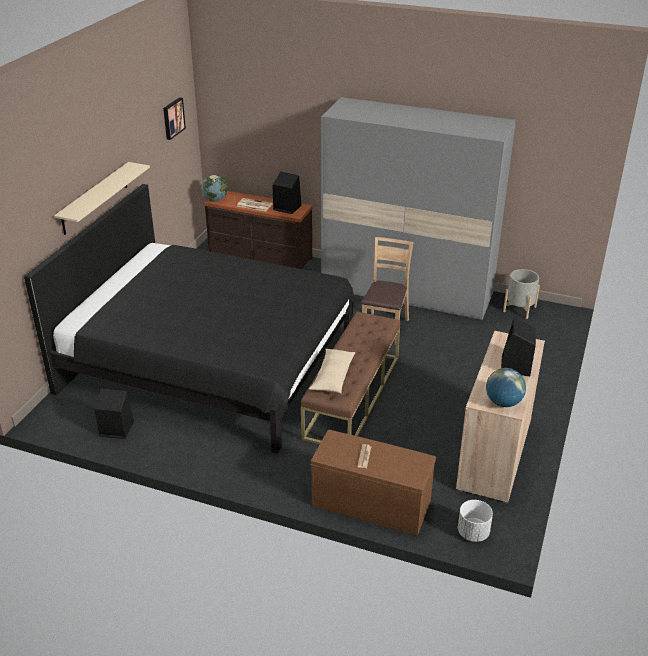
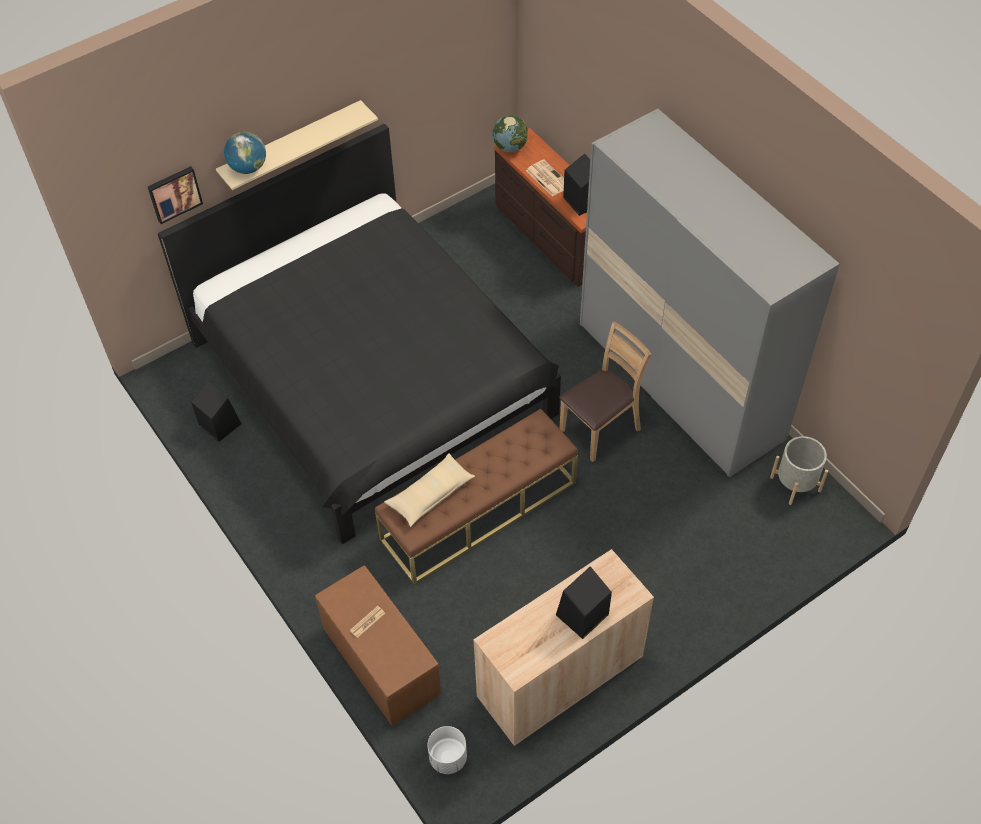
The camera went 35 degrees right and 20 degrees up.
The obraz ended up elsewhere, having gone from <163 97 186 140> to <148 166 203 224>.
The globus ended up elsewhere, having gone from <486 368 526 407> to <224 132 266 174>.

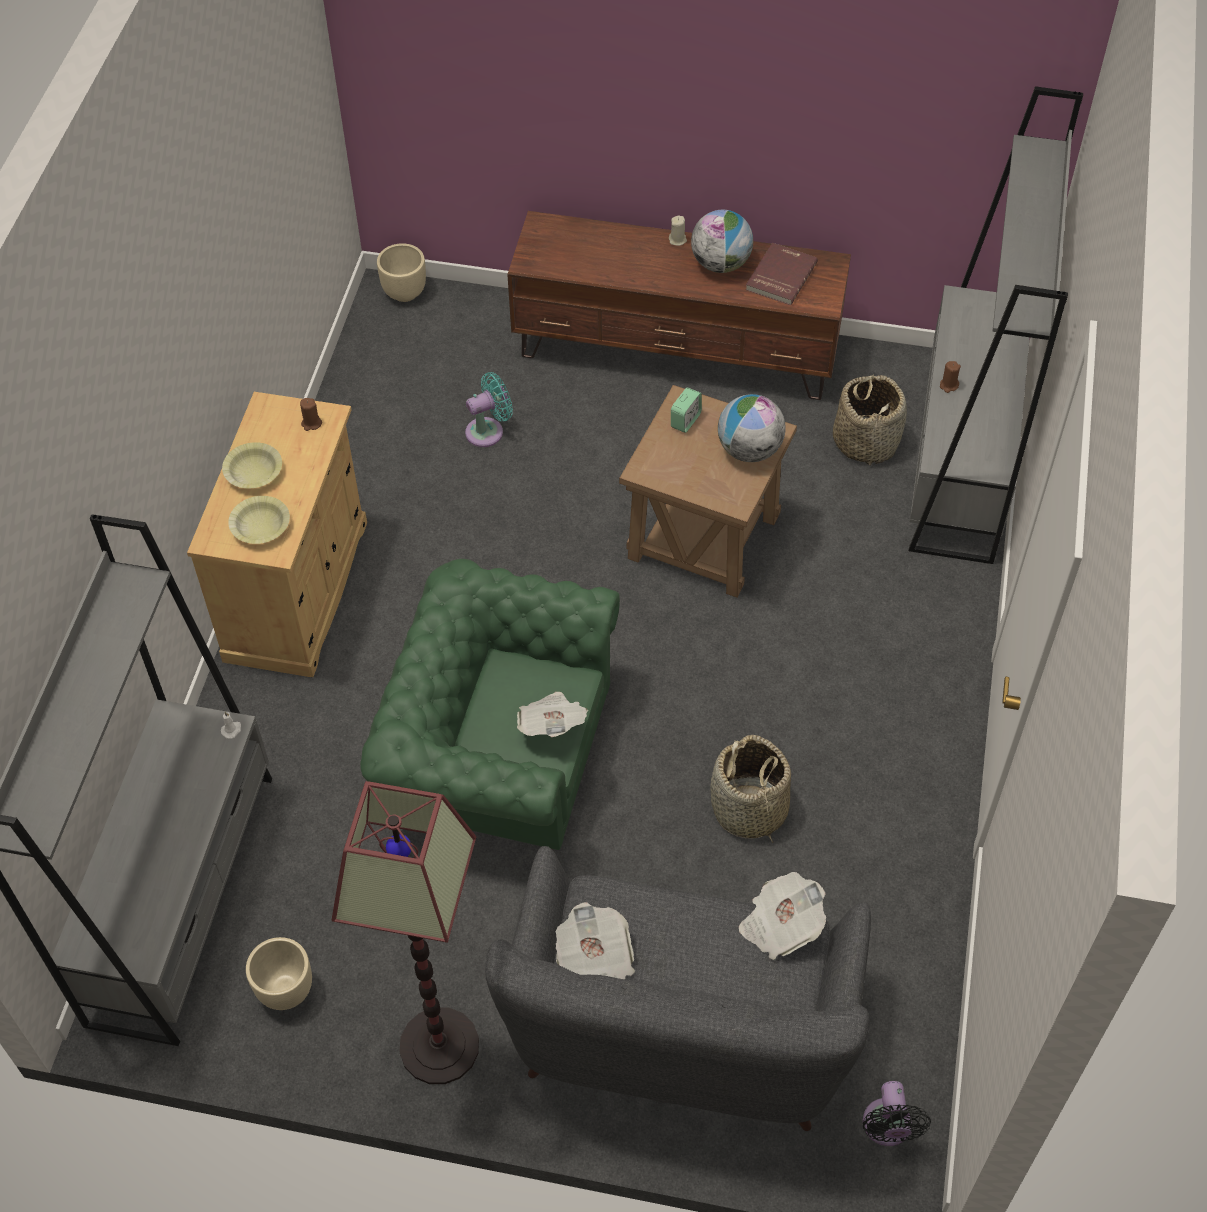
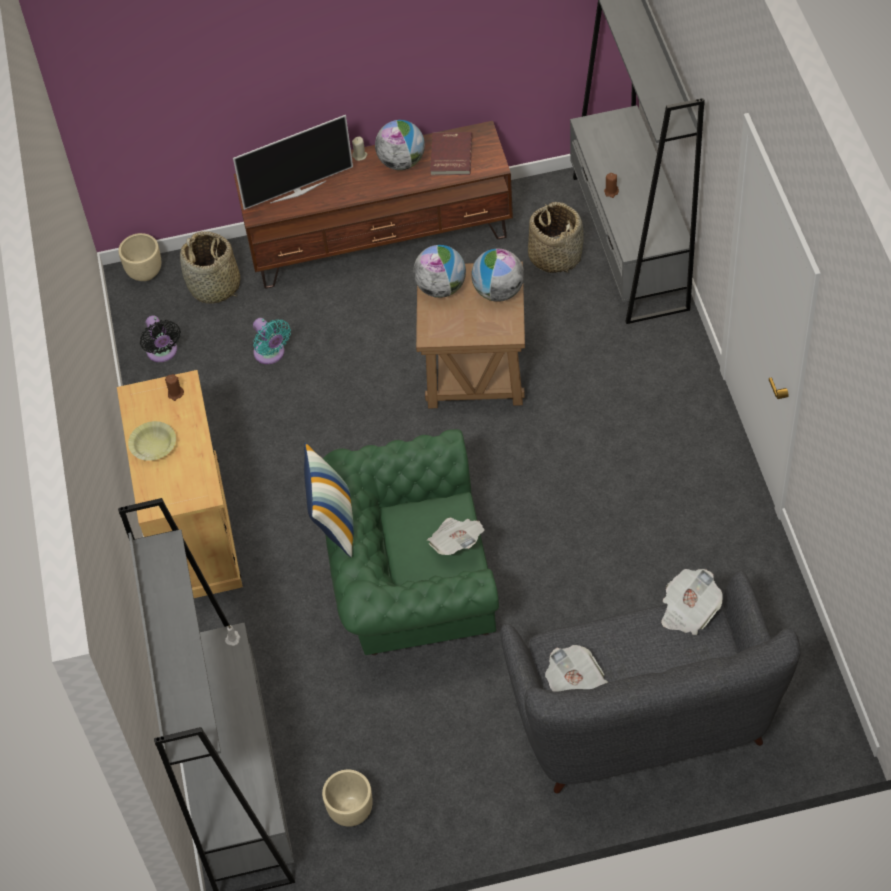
The camera went 20 degrees left and 0 degrees up.
The second view lost the miska (żółty) at <228 496 290 544>.
The second view lost the lampa stojąca at <332 781 479 1084>.
The second view gained the telewizor at <233 115 353 210>.
The second view gained the poduszka at <304 443 354 557>.
The koszyk ended up elsewhere, having gone from <710 735 791 843> to <180 231 240 304>.
The wentylator (czarny) ended up elsewhere, having gone from <863 1081 931 1146> to <140 315 181 362>.
Where the budzik stood at <671 387 702 433>, the globus came to stand at <413 245 466 298>.
The wentylator (turkusowy) at <465 372 513 447> ended up facing another way, 105 degrees clockwise from before.

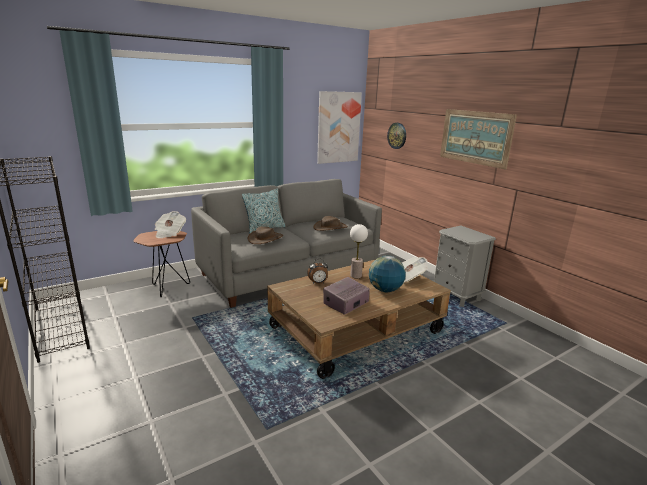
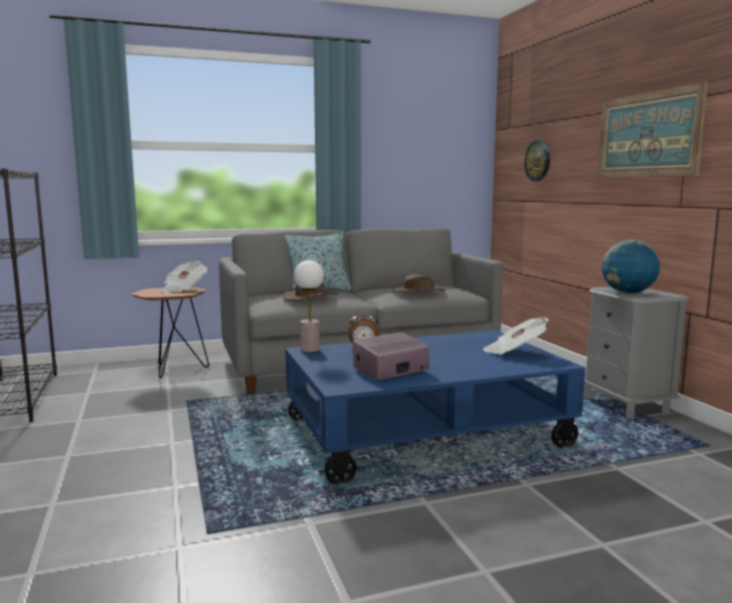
The camera went 15 degrees right and 10 degrees down.
The second view lost the obraz at <317 91 362 164>.
The lampa stołowa ended up elsewhere, having gone from <350 224 368 278> to <294 260 324 352>.
The globus ended up elsewhere, having gone from <369 255 406 292> to <602 240 660 294>.
What was the ława (brązowy) at <267 259 451 379> turned into the ława (niebieski) at <285 330 586 484>.

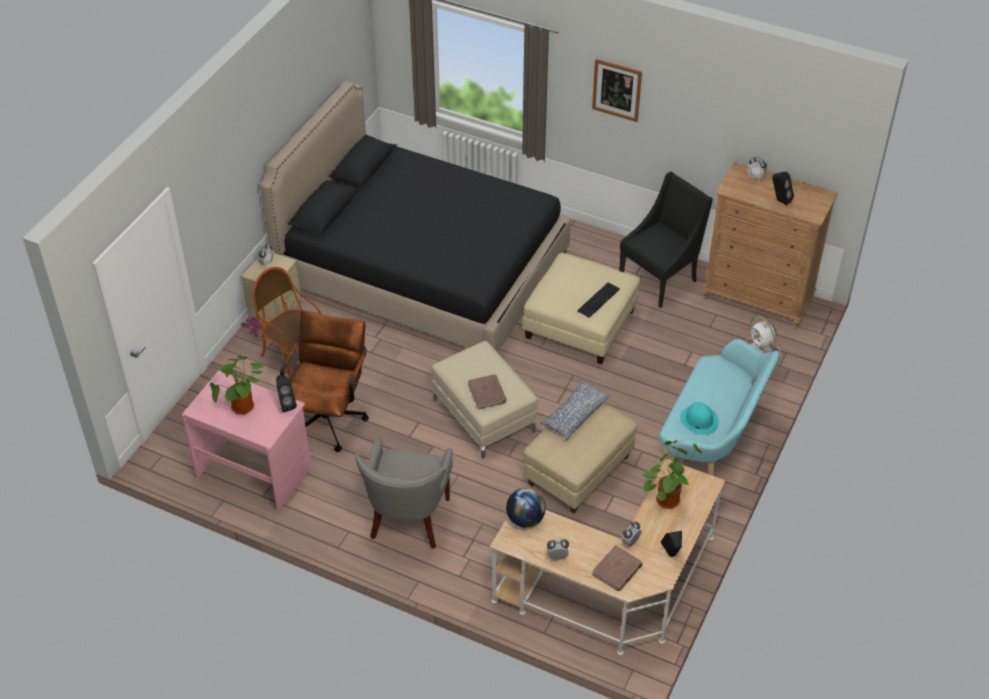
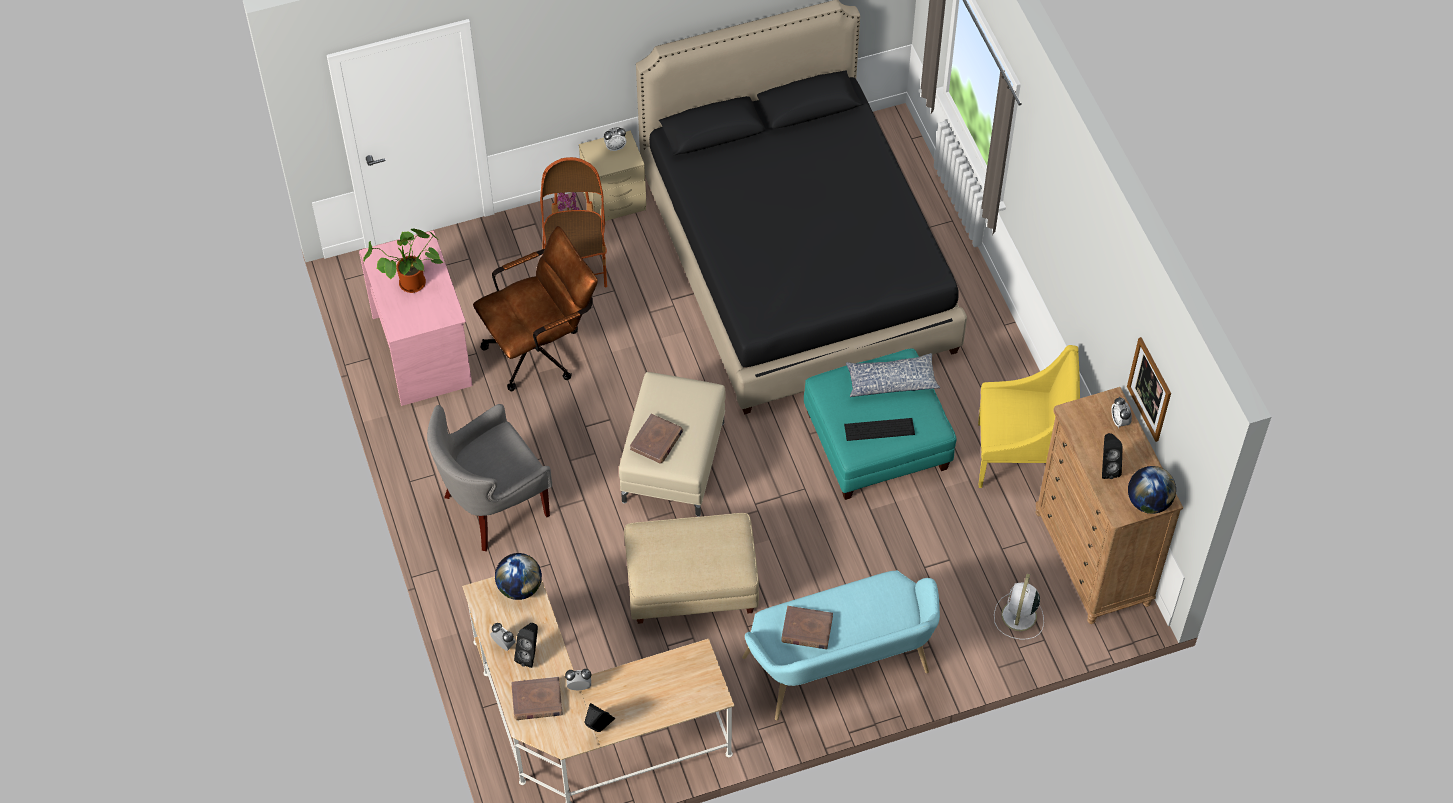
The camera went 45 degrees right and 10 degrees up.
The second view lost the roślina doniczkowa at <642 440 702 509>.
The second view gained the globus at <1128 466 1176 514>.
The głośnik (czarny) ended up elsewhere, having gone from <276 375 297 412> to <514 623 538 668>.
The poduszka ended up elsewhere, having gone from <540 380 610 440> to <846 353 940 397>.
The obraz ended up elsewhere, having gone from <592 59 642 122> to <1127 337 1171 442>.
Where the kapelusz (turkusowy) stood at <680 402 719 435>, the książka (brązowy) came to stand at <781 606 833 649>.
What was the pufa (beżowy) at <522 253 640 365> turned into the pufa (turkusowy) at <804 348 956 500>.
What was the fotel (czarny) at <619 172 713 308> turned into the fotel (żółty) at <978 345 1080 488>.

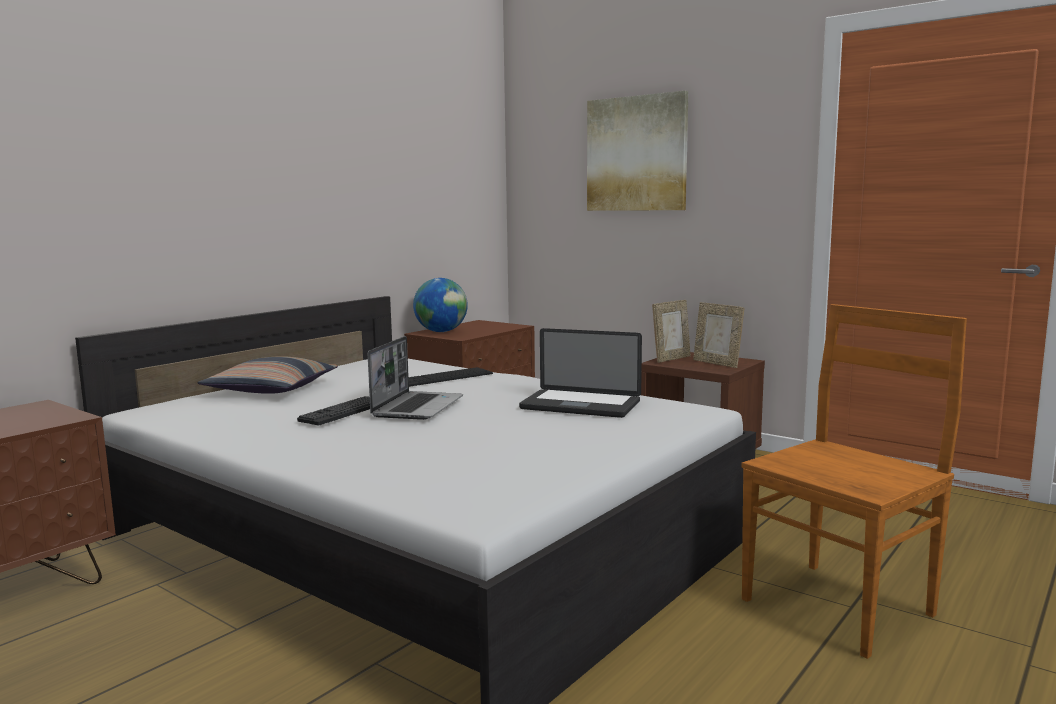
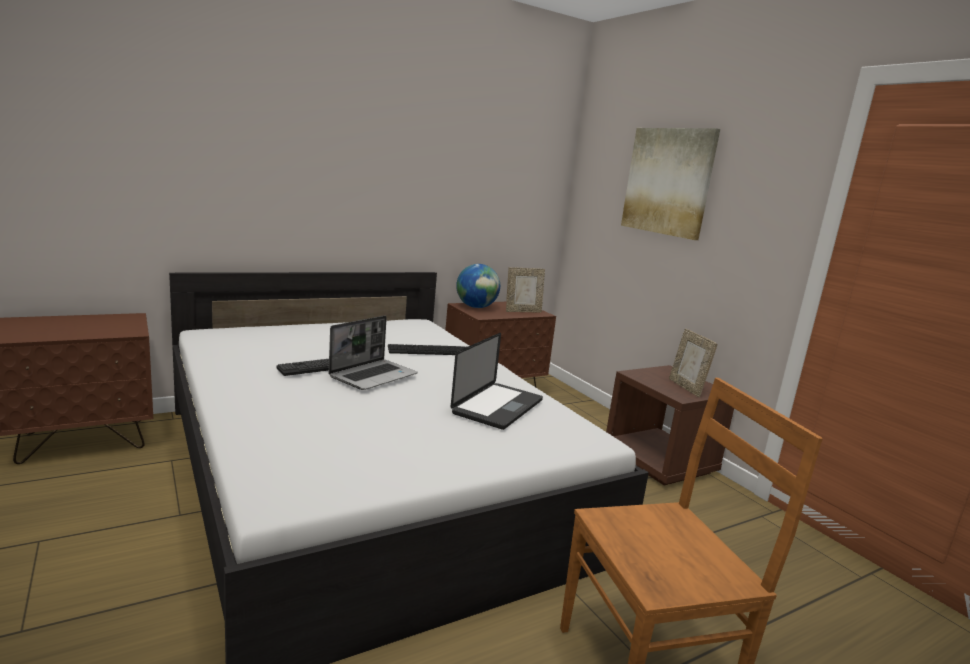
The camera went 20 degrees right and 5 degrees up.
The second view lost the poduszka at <197 356 338 394>.
The ramka na zdjęcie ended up elsewhere, having gone from <652 300 691 363> to <506 267 545 313>.
The laptop at <519 328 642 418> ended up facing another way, 105 degrees counterclockwise from before.

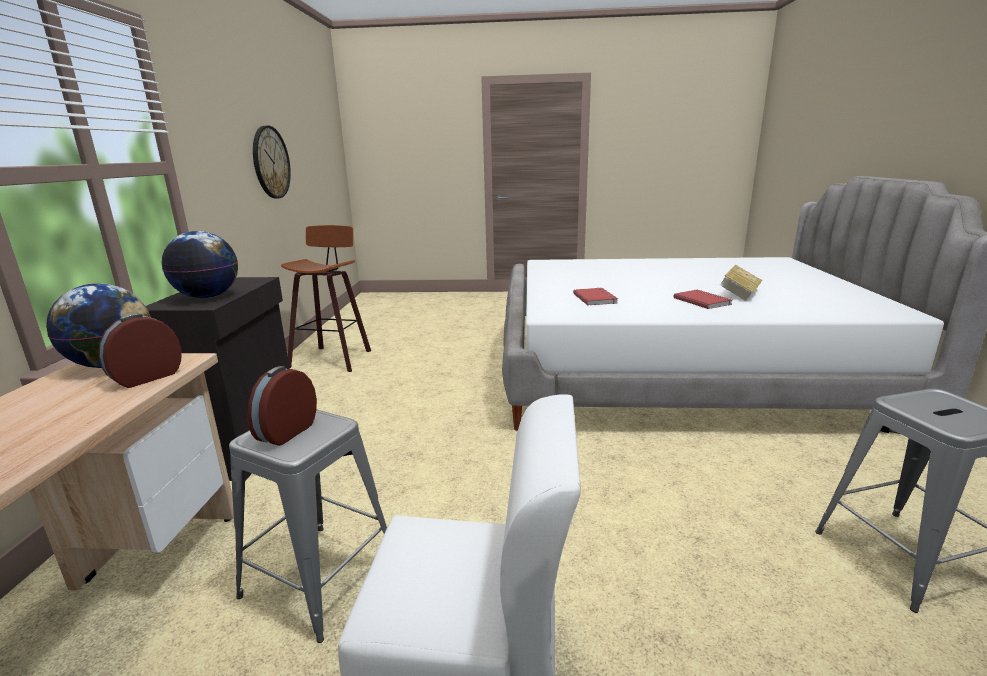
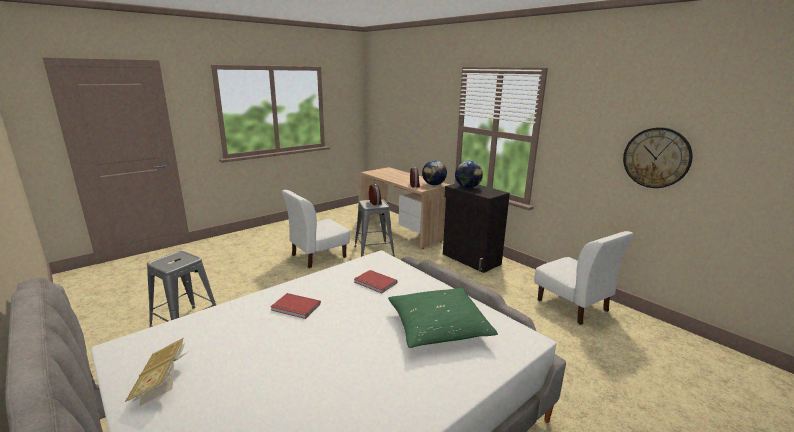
The camera went 135 degrees right and 0 degrees up.
The second view gained the poduszka (zielony) at <388 287 498 348>.
The książka ended up elsewhere, having gone from <719 265 762 301> to <125 338 189 406>.
Where the stołek stood at <281 225 371 372>, the krzesło (biały) came to stand at <534 231 634 325>.

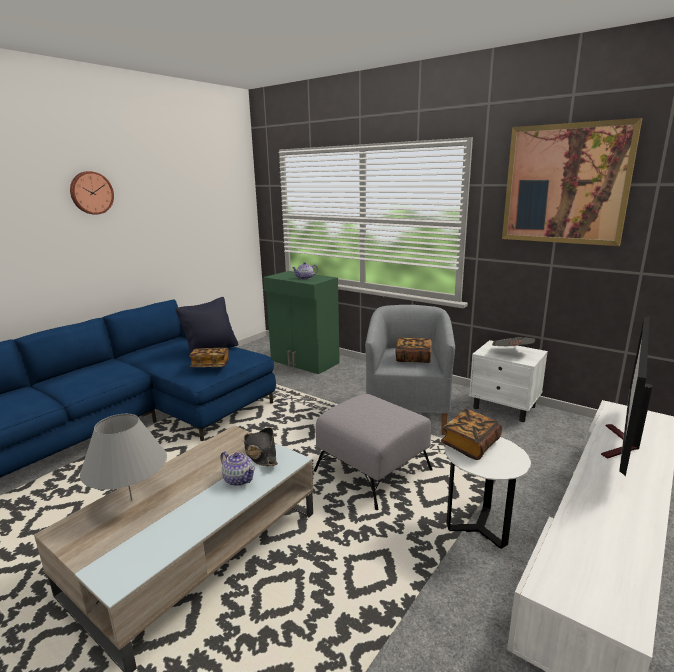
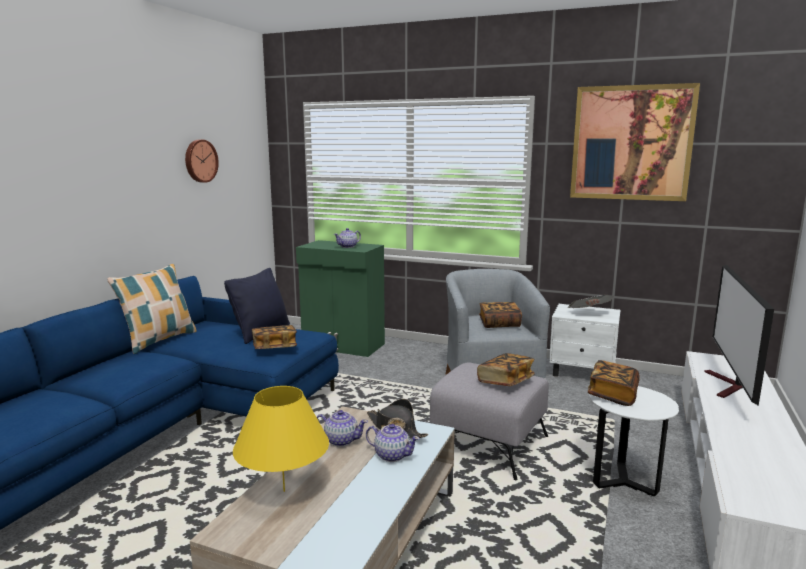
The camera went 15 degrees left and 5 degrees down.
The second view gained the poduszka at <107 264 196 354>.
The second view gained the imbryk at <317 410 368 447>.
The second view gained the książka at <477 353 535 386>.
The zegar ścienny ended up elsewhere, having gone from <70 171 114 215> to <185 140 219 183>.
What was the lampa stołowa (szary) at <80 414 167 501> turned into the lampa stołowa (żółty) at <233 386 329 492>.

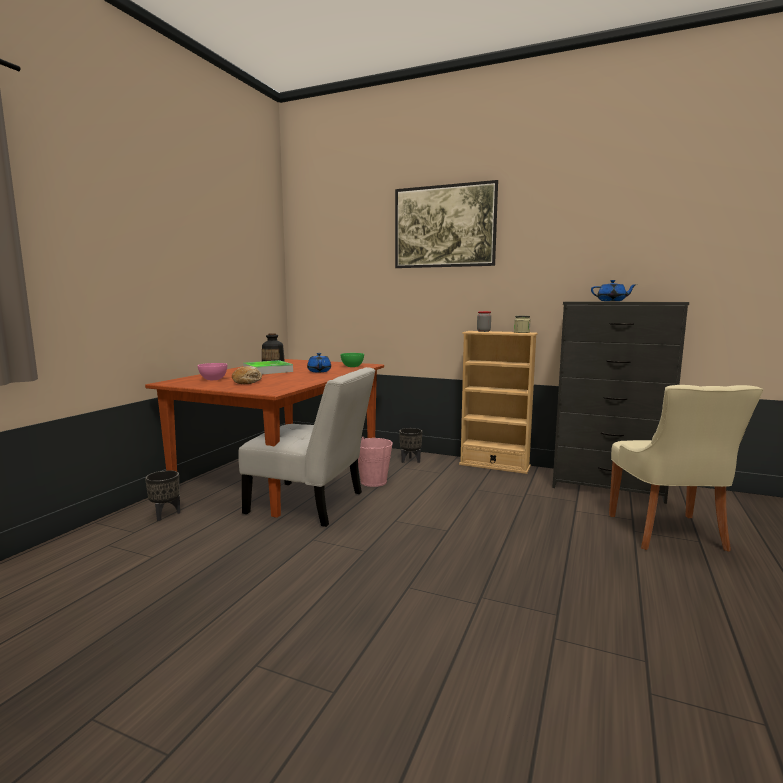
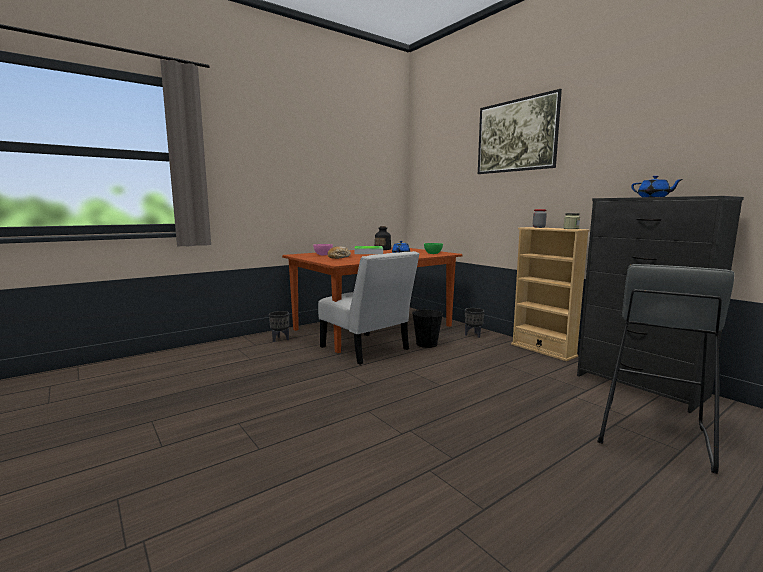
The camera went 30 degrees right and 0 degrees up.
Where the krzesło (beżowy) stood at <609 385 763 552>, the stołek (szary) came to stand at <598 264 734 474>.
What was the wiadro (różowy) at <358 437 393 487> turned into the wiadro (czarny) at <412 309 443 348>.

